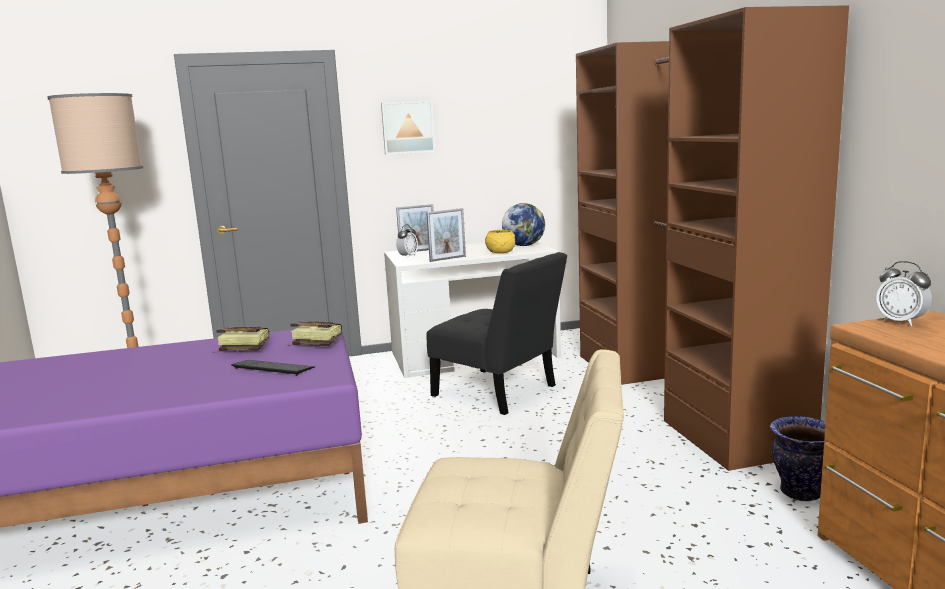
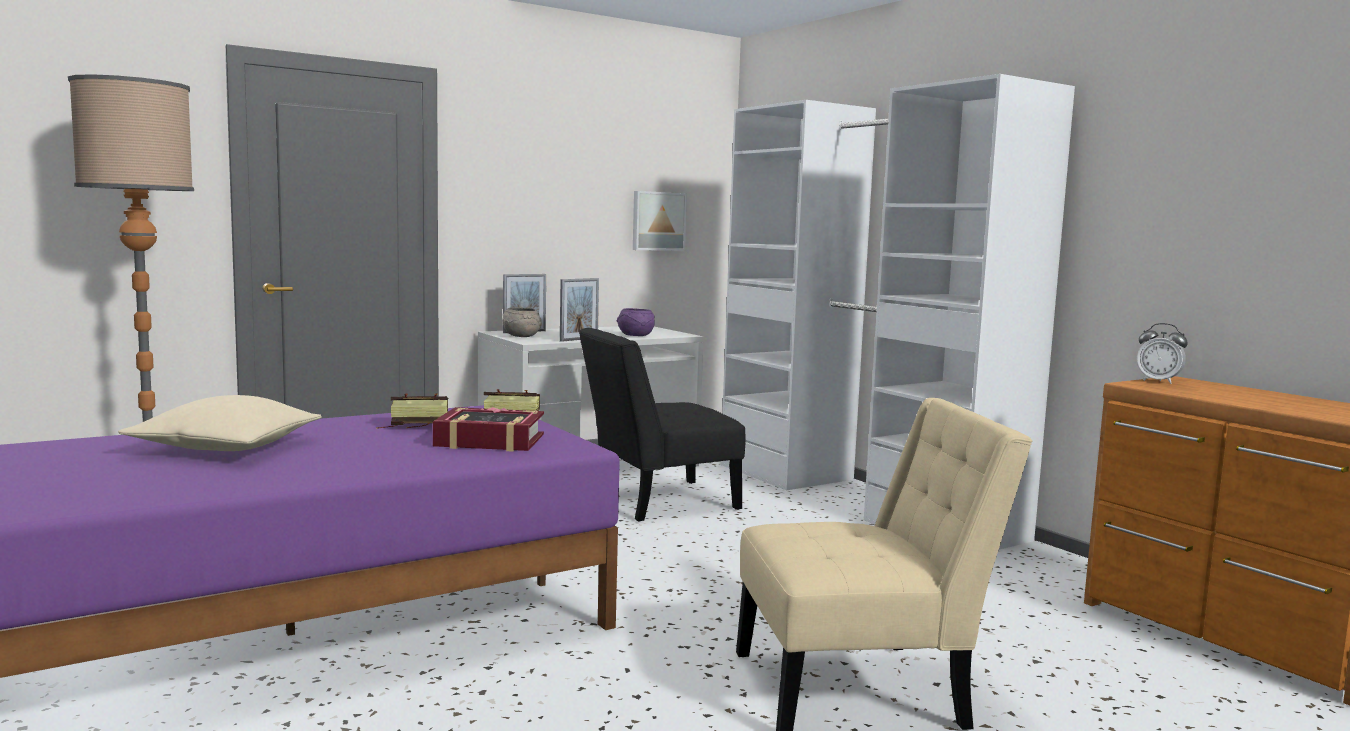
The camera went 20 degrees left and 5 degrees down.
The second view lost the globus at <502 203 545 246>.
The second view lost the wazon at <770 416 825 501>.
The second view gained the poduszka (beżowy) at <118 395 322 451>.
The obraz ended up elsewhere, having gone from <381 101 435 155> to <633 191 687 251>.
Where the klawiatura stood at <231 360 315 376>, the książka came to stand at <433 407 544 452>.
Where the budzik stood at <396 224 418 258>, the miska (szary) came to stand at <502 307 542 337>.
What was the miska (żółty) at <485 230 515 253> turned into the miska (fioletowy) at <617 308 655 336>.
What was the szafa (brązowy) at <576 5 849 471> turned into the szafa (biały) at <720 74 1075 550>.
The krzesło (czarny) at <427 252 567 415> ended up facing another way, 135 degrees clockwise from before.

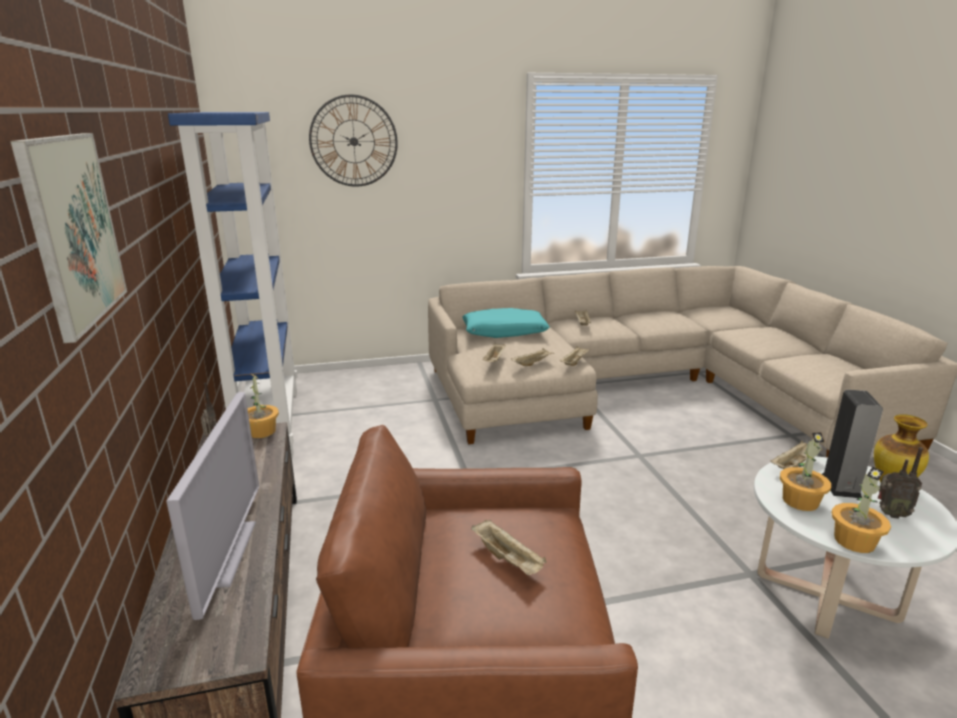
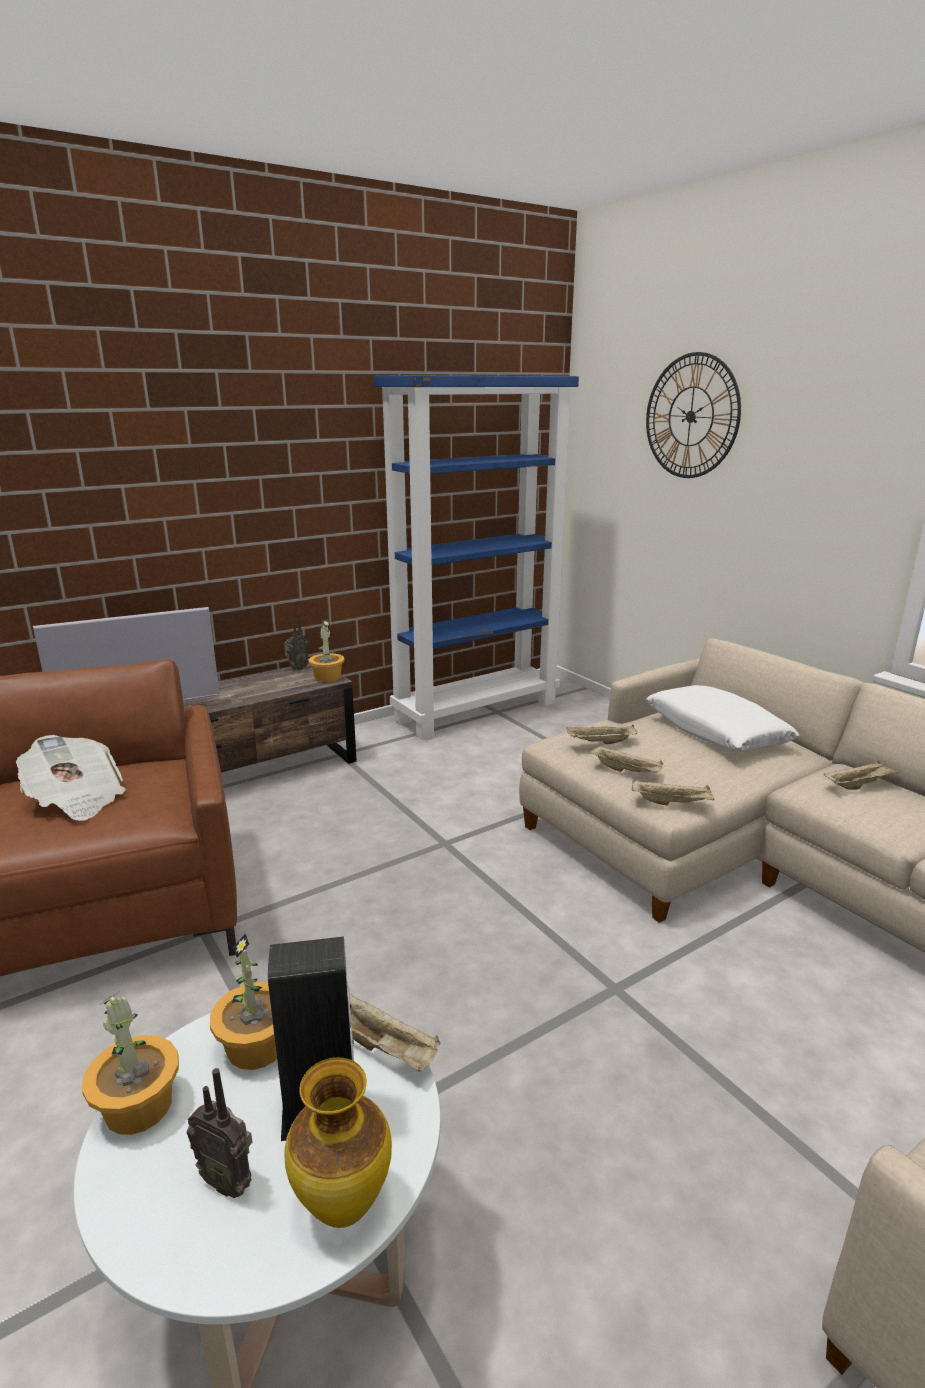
The camera went 70 degrees right and 0 degrees up.
The second view lost the obraz at <10 133 127 343>.
Where the taca (beżowy) stood at <471 520 546 575>, the gazeta came to stand at <16 735 126 821>.
What was the poduszka (turkusowy) at <463 308 550 338> turned into the poduszka (biały) at <646 685 799 752>.
The radio at <878 447 923 519> ended up facing another way, 60 degrees counterclockwise from before.

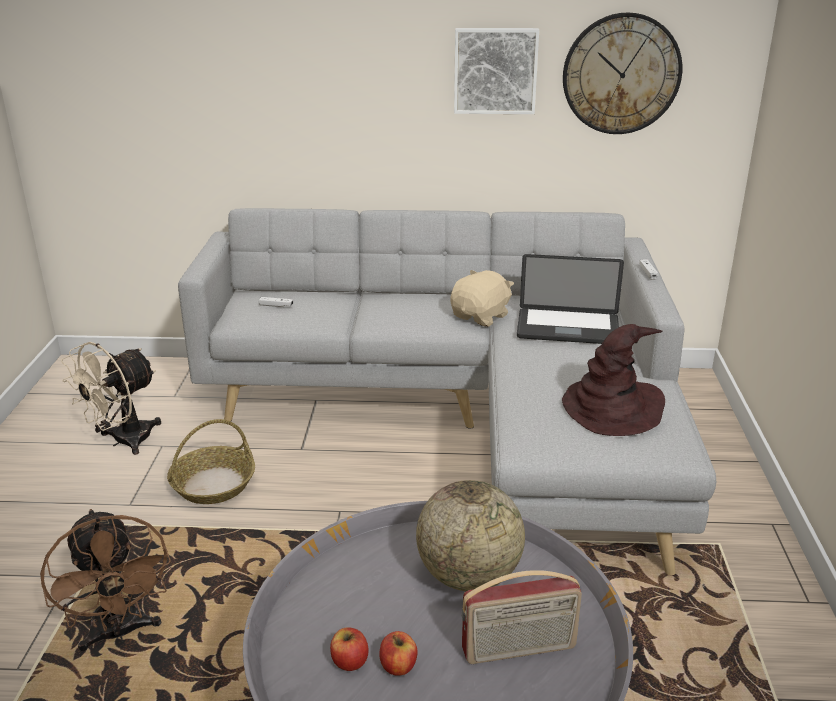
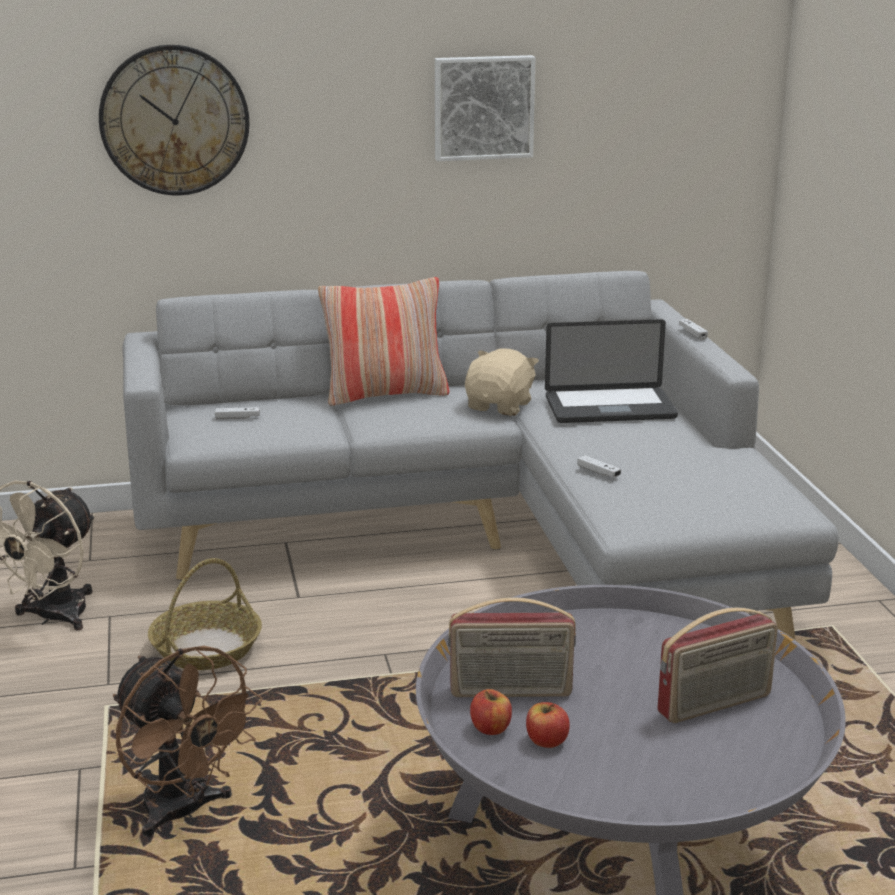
The camera went 15 degrees left and 5 degrees down.
The second view lost the globus at <416 480 525 591>.
The second view lost the kapelusz (brązowy) at <562 324 665 436>.
The second view gained the poduszka at <318 277 449 406>.
The second view gained the radio at <448 598 576 697>.
The second view gained the pad do gier (biały) at <578 455 621 477>.
The jabłko ended up elsewhere, having gone from <379 631 418 676> to <470 689 512 735>.
The zegar ścienny ended up elsewhere, having gone from <563 12 682 134> to <99 45 249 195>.

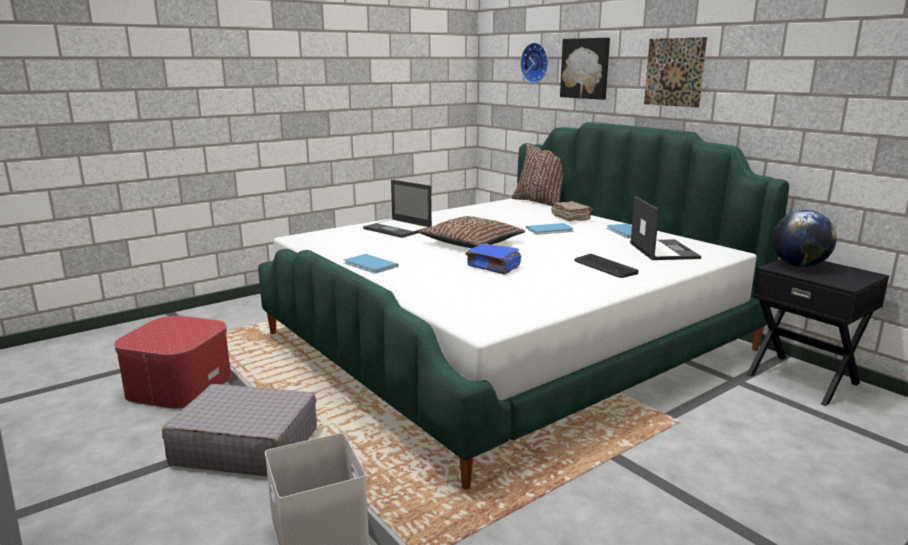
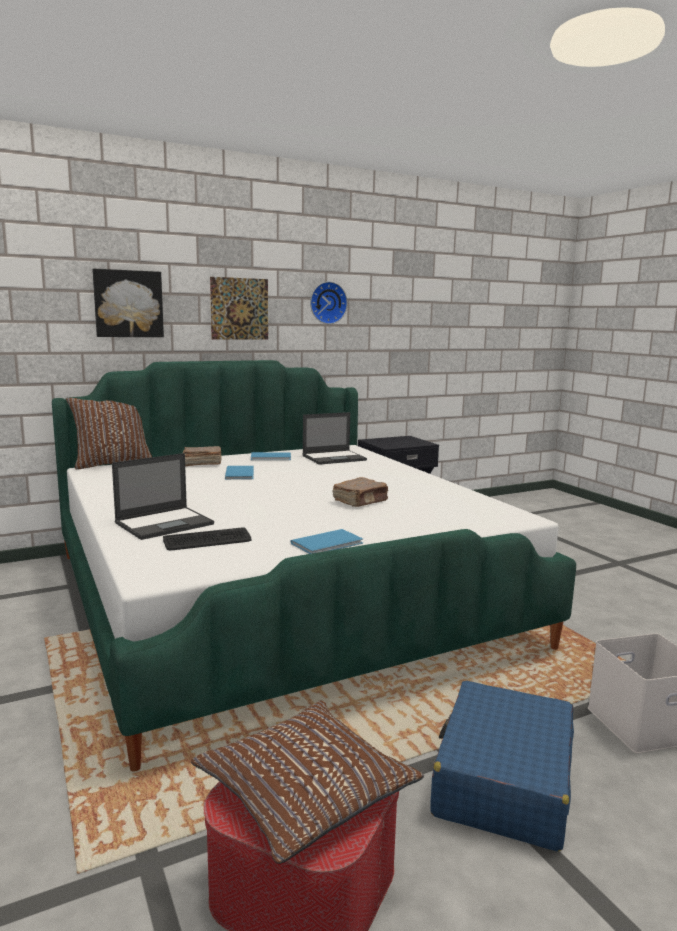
The camera went 80 degrees left and 5 degrees down.
The second view lost the globus at <772 210 837 267>.
The poduszka (brązowy) ended up elsewhere, having gone from <418 216 526 248> to <191 700 424 864>.
The zegar ścienny ended up elsewhere, having gone from <520 43 548 84> to <310 281 348 324>.
The klawiatura ended up elsewhere, having gone from <575 254 638 278> to <163 527 252 550>.
What was the walizka (szary) at <162 384 317 476> turned into the walizka (niebieski) at <431 681 574 852>.
What was the książka (niebieski) at <466 243 521 274> turned into the książka (brązowy) at <333 477 388 507>.
The laptop at <630 196 701 260> ended up facing another way, 150 degrees clockwise from before.

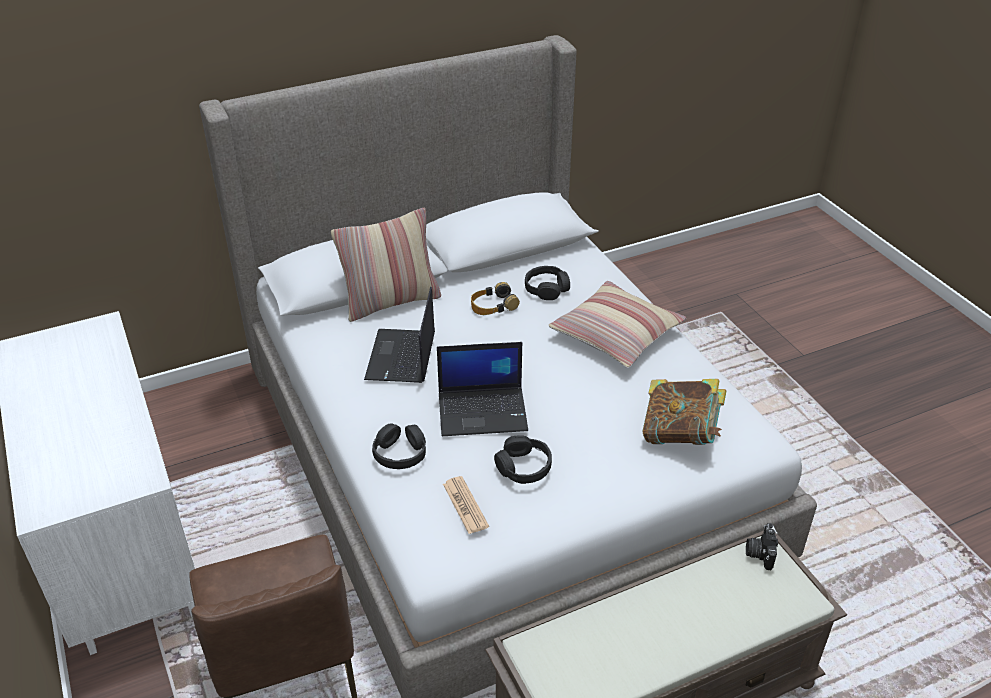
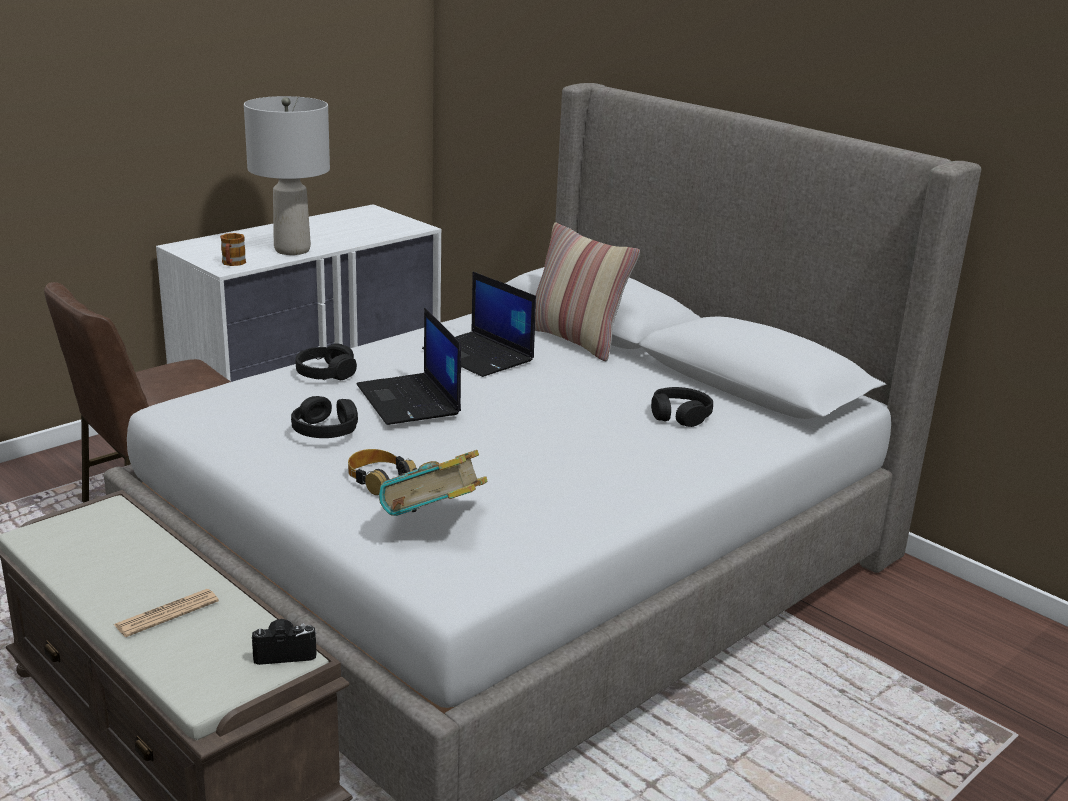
The camera went 70 degrees right and 15 degrees down.
The second view lost the poduszka at <548 281 686 368>.
The second view gained the kubek at <220 233 246 266>.
The second view gained the lampa stołowa (szary) at <244 96 330 255>.
The gazeta ended up elsewhere, having gone from <443 476 489 534> to <114 589 219 637>.
The słuchawki ended up elsewhere, having gone from <471 282 520 315> to <348 449 416 495>.
The laptop at <364 286 435 383> ended up facing another way, 120 degrees counterclockwise from before.

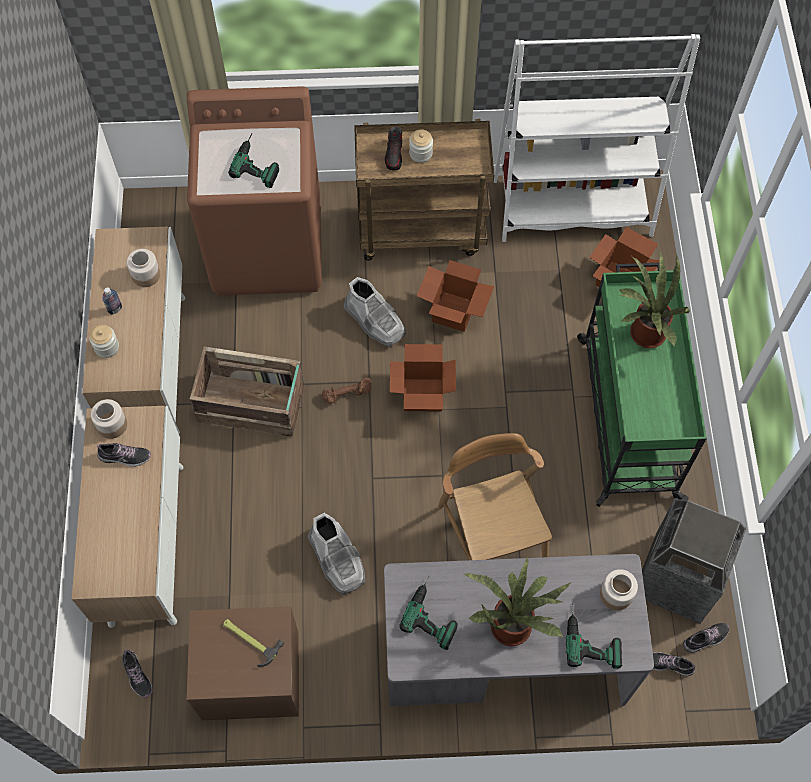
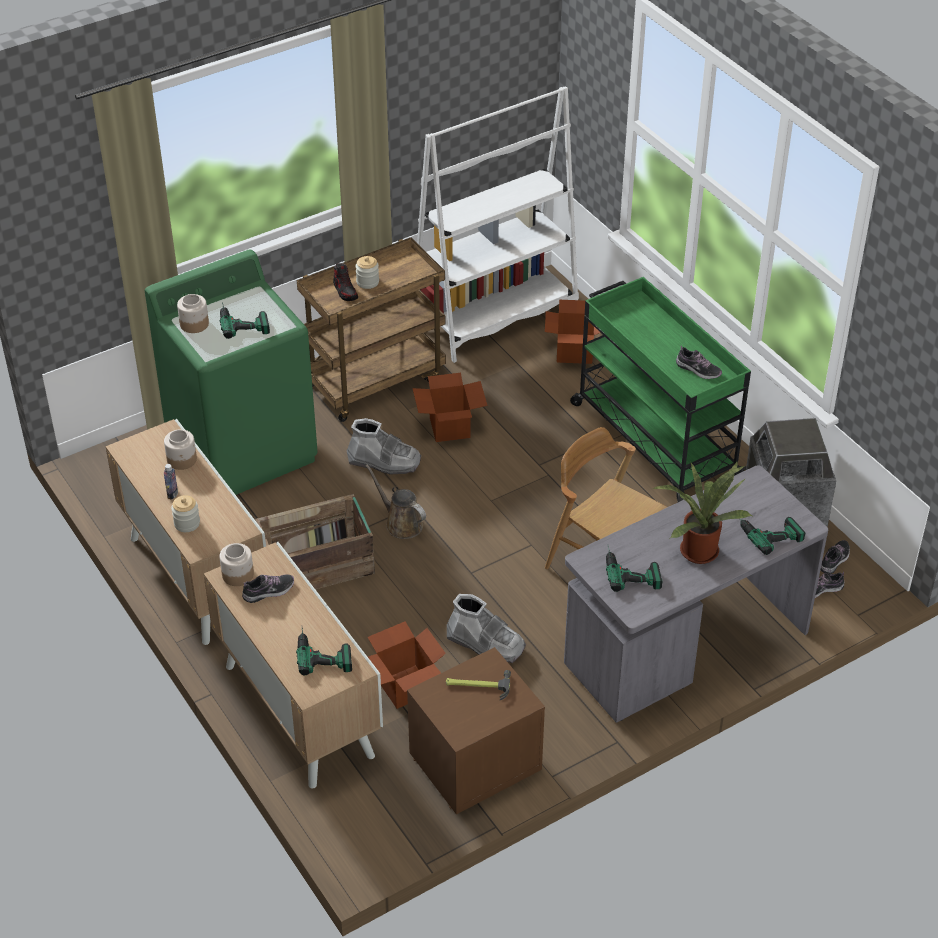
The camera went 30 degrees left and 20 degrees down.
The second view lost the roślina doniczkowa at <619 251 690 348>.
The second view gained the wiertarka at <296 627 352 675>.
The but ended up elsewhere, having gone from <122 649 152 698> to <676 346 722 379>.
The karton ended up elsewhere, having gone from <390 344 456 411> to <368 621 446 709>.
The słoik ended up elsewhere, having gone from <600 569 638 610> to <177 294 209 333>.
Where the hantel (brązowy) stood at <322 377 371 404>, the konewka (brązowy) came to stand at <366 464 426 539>.
What was the pralka (brązowy) at <187 86 322 296> turned into the pralka (zielony) at <145 250 318 495>.

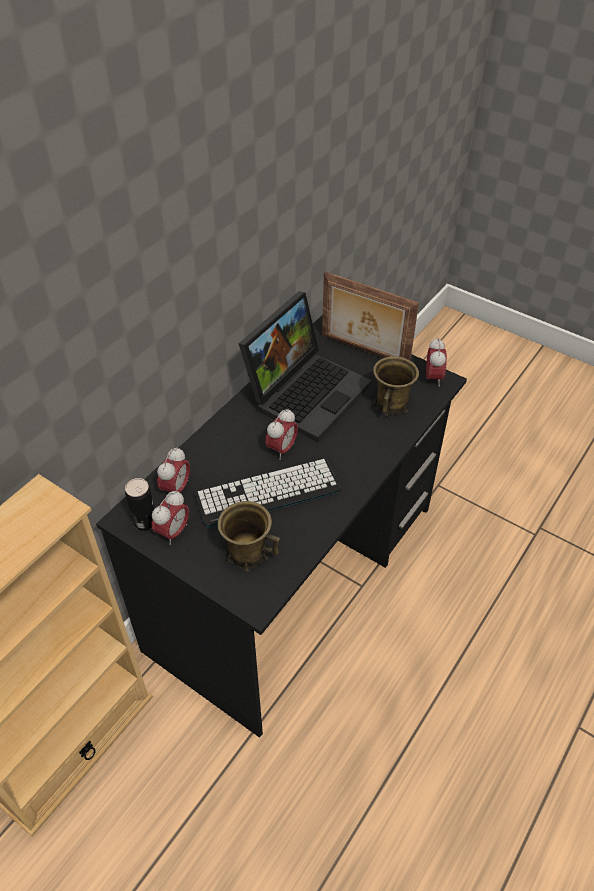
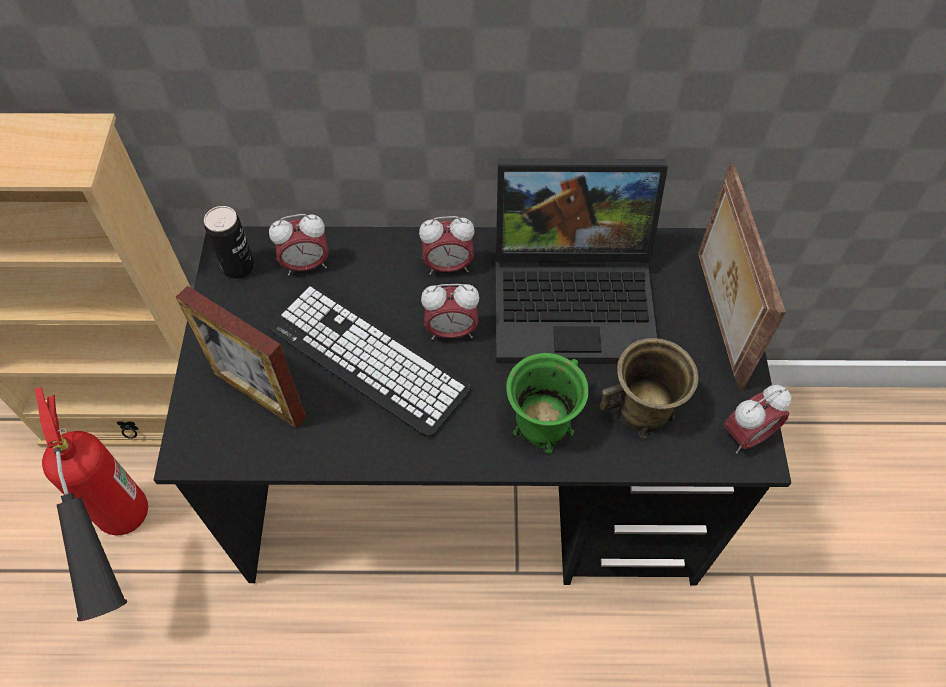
The camera went 55 degrees right and 10 degrees up.
The second view gained the gaśnica at <34 387 148 621>.
The second view gained the kubek (zielony) at <506 353 589 453>.
The budzik ended up elsewhere, having gone from <152 490 189 545> to <419 216 475 275>.
Where the kubek (brązowy) stood at <218 501 280 572>, the ramka na zdjęcie came to stand at <176 286 306 429>.

